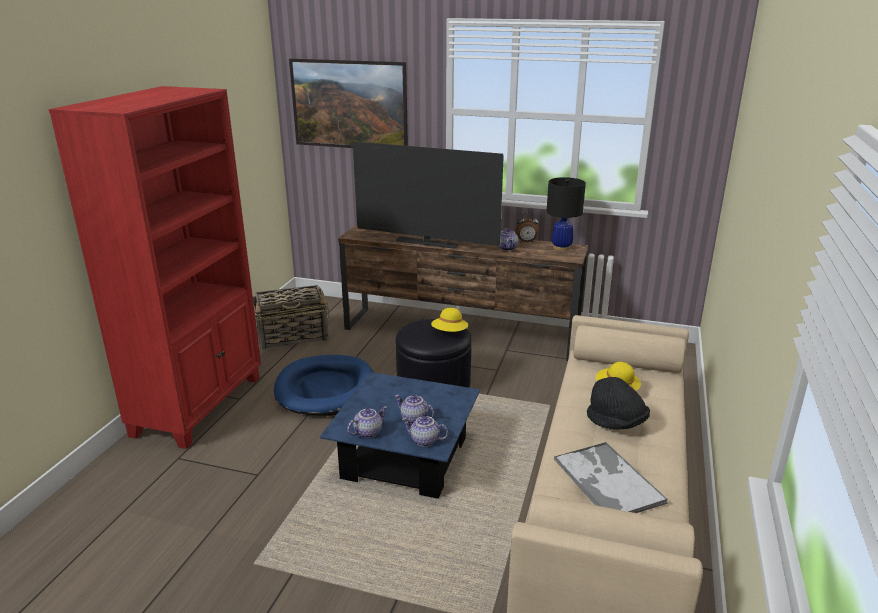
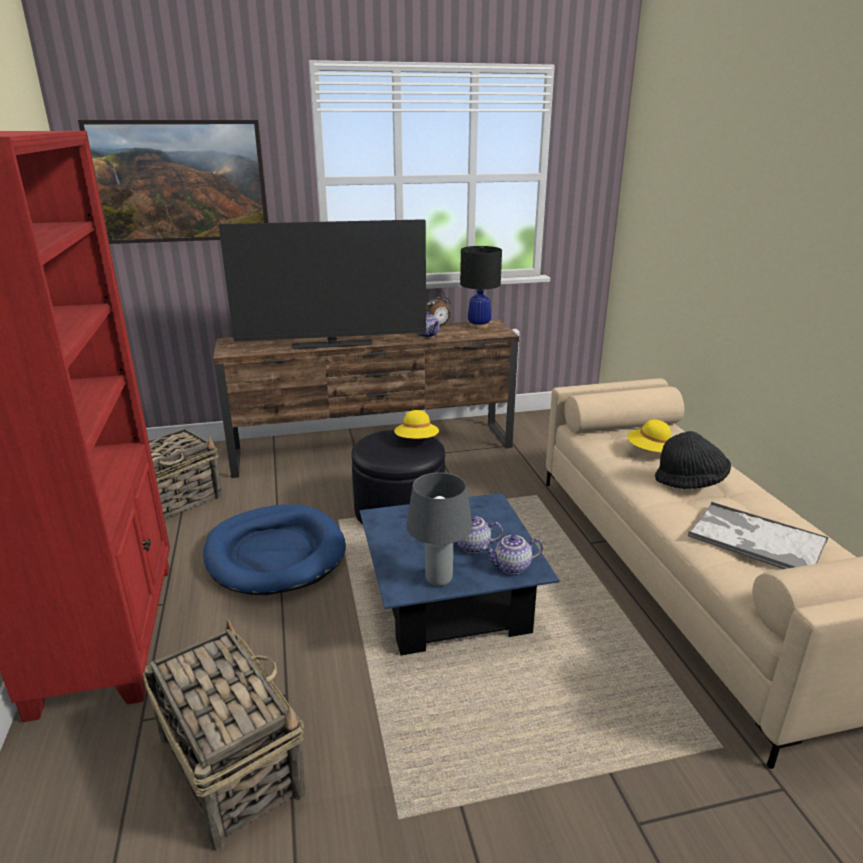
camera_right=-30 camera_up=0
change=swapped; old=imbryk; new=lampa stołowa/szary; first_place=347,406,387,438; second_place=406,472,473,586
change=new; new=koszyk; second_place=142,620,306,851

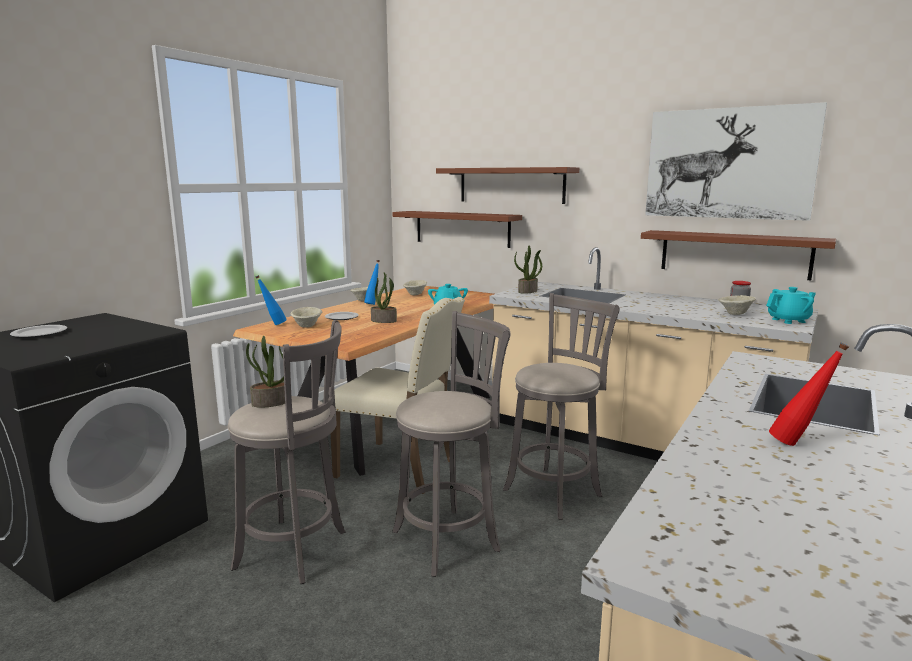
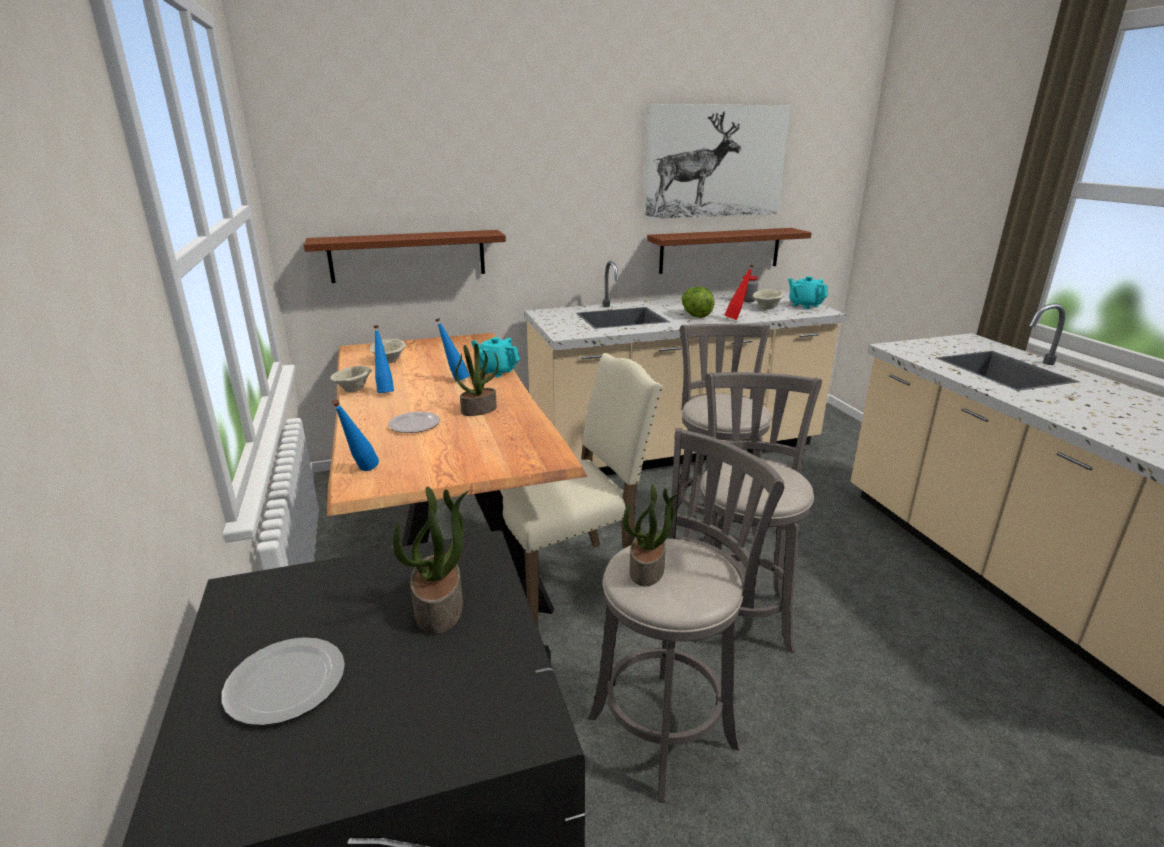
camera_right=-50 camera_up=10
change=gone; old=miska/beżowy; first_place=291,307,322,328
change=gone; old=półka/brązowy; first_place=436,167,579,204
change=shifted; old=roślina doniczkowa; first_place=514,246,542,294; second_place=393,486,469,634
change=rotated; old=imbryk/turkusowy; first_place=766,287,816,324; second_place=788,276,828,309; degrees=-60
change=shifted; old=butelka/czerwony; first_place=769,343,849,446; second_place=724,265,754,320
change=new; new=butelka/niebieski; second_place=436,318,470,382
change=new; new=sałata; second_place=682,286,715,318

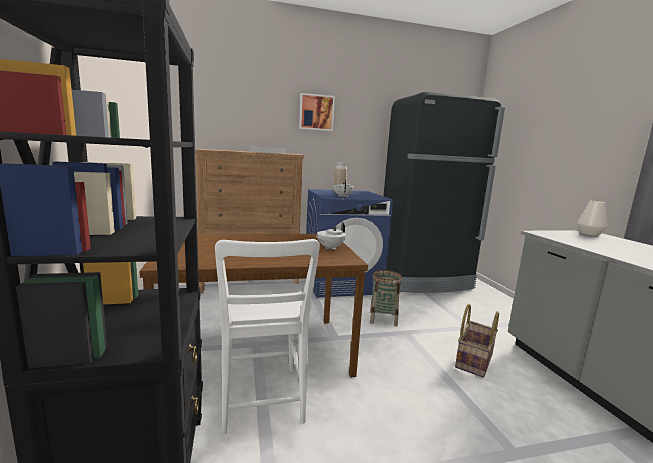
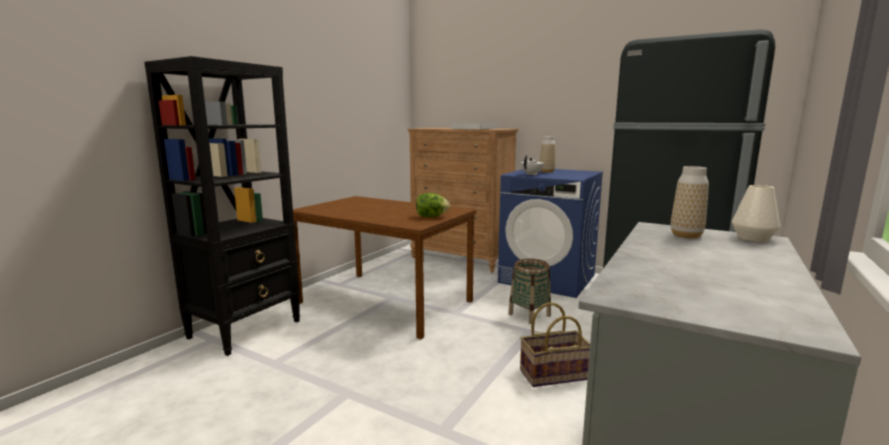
camera_right=45 camera_up=0
change=gone; old=krzesło/biały; first_place=215,239,320,435
change=gone; old=obraz; first_place=299,93,335,131
change=swapped; old=imbryk/biały; new=sałata; first_place=316,222,346,250; second_place=416,193,450,217
change=new; new=wazon; second_place=671,166,709,239

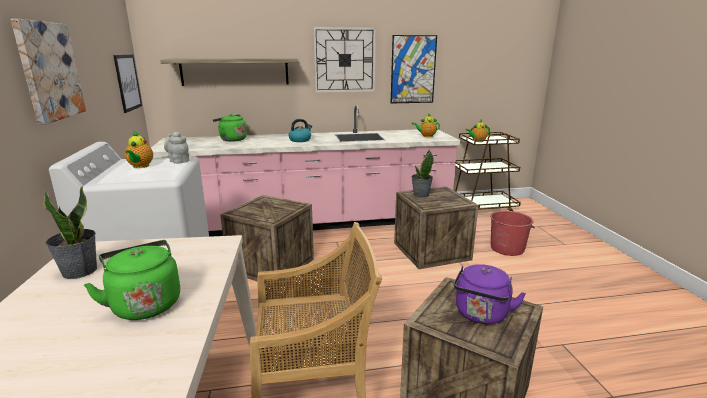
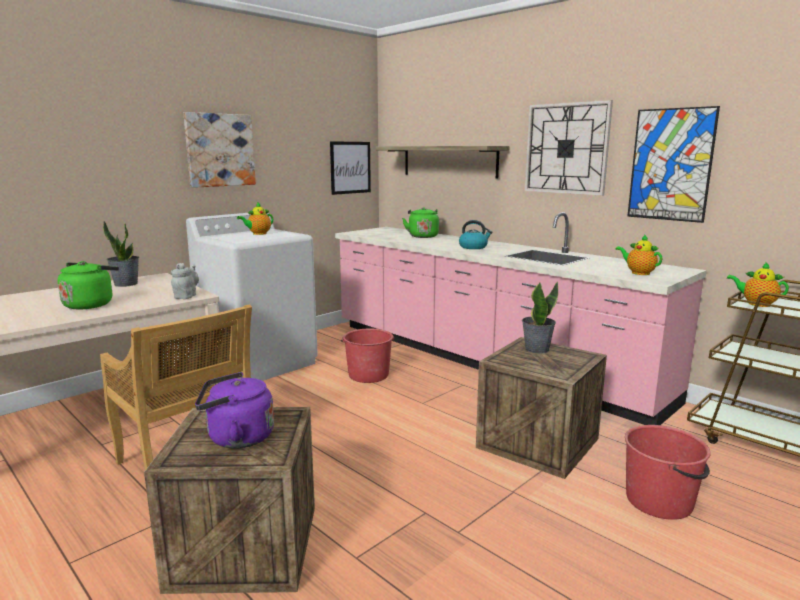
camera_right=55 camera_up=-5
change=shifted; old=imbryk/szary; first_place=164,132,190,164; second_place=171,263,199,299
change=swapped; old=skrzynka; new=wiadro/czerwony; first_place=220,195,314,284; second_place=341,329,395,383

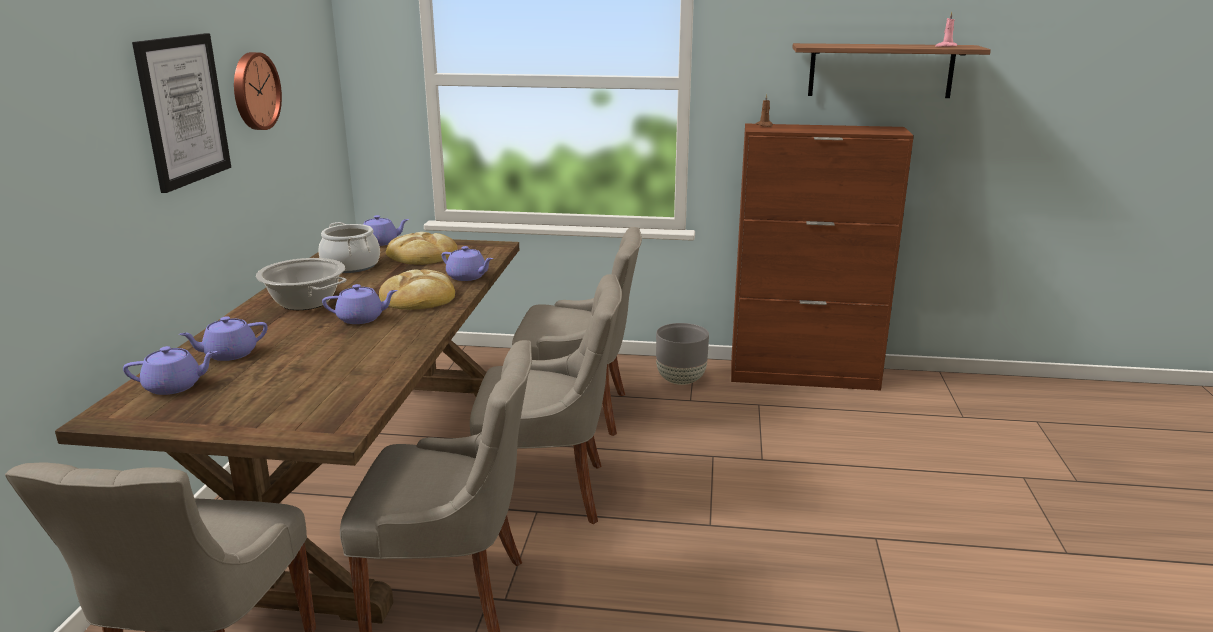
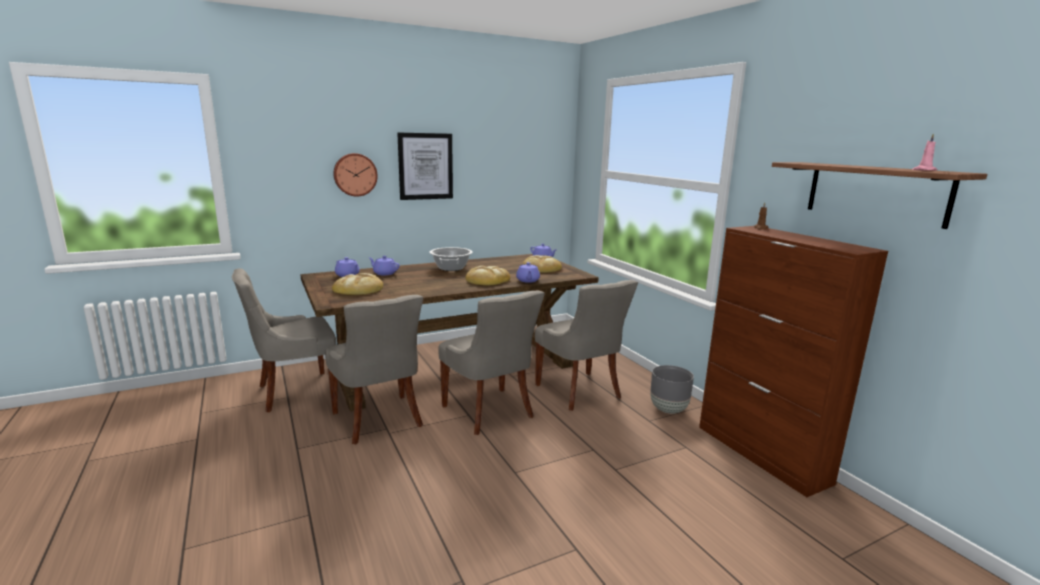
camera_right=55 camera_up=-5
change=shifted; old=zegar ścienny; first_place=234,52,282,130; second_place=333,153,378,197
change=gone; old=garnek; first_place=318,222,380,273
change=gone; old=imbryk/fioletowy; first_place=322,284,398,324
change=new; new=chleb; second_place=332,273,383,295

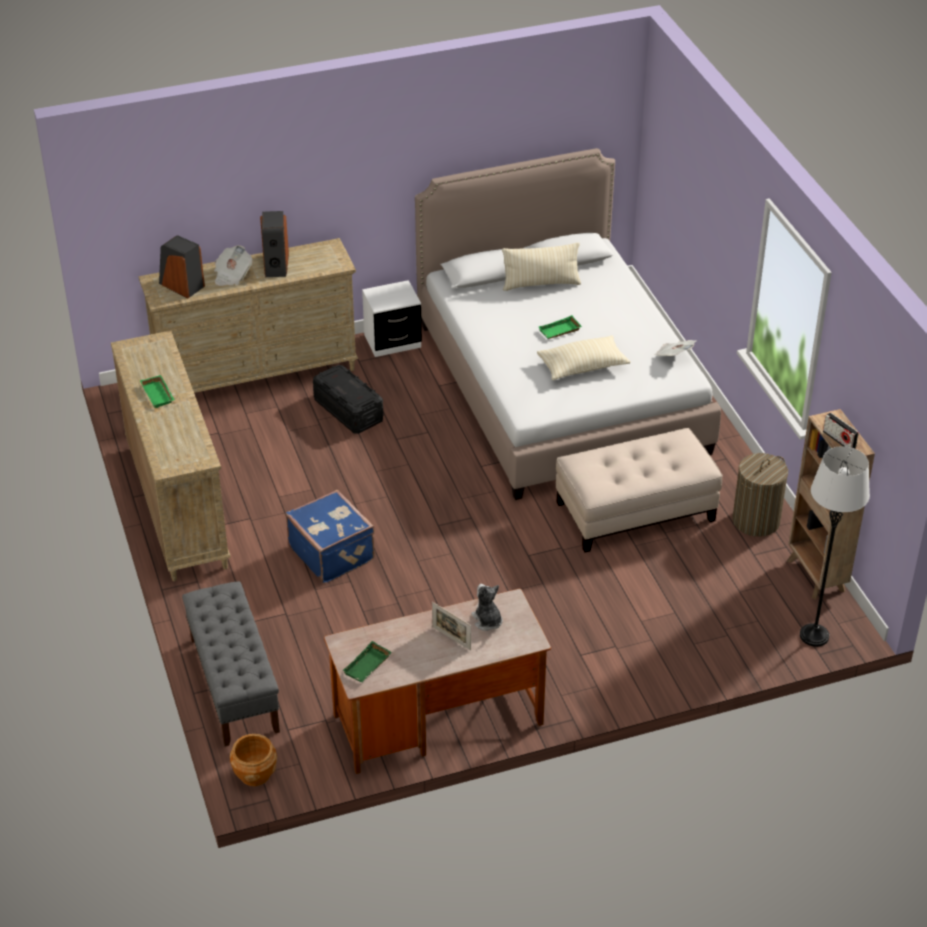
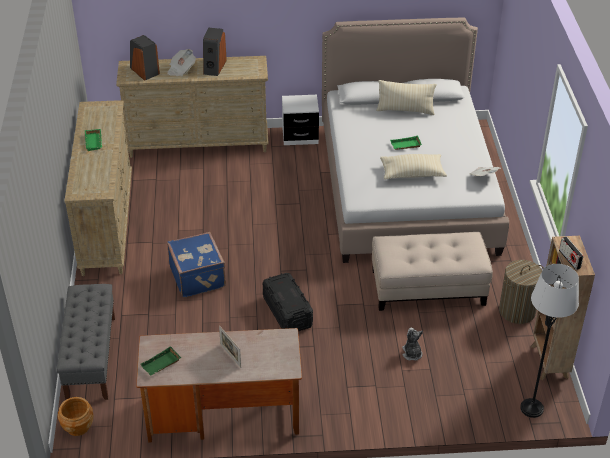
camera_right=15 camera_up=0
change=shifted; old=pojemnik do przechowywania/czarny; first_place=313,365,383,434; second_place=262,273,313,331
change=shifted; old=pluszak; first_place=471,584,503,631; second_place=402,328,423,361

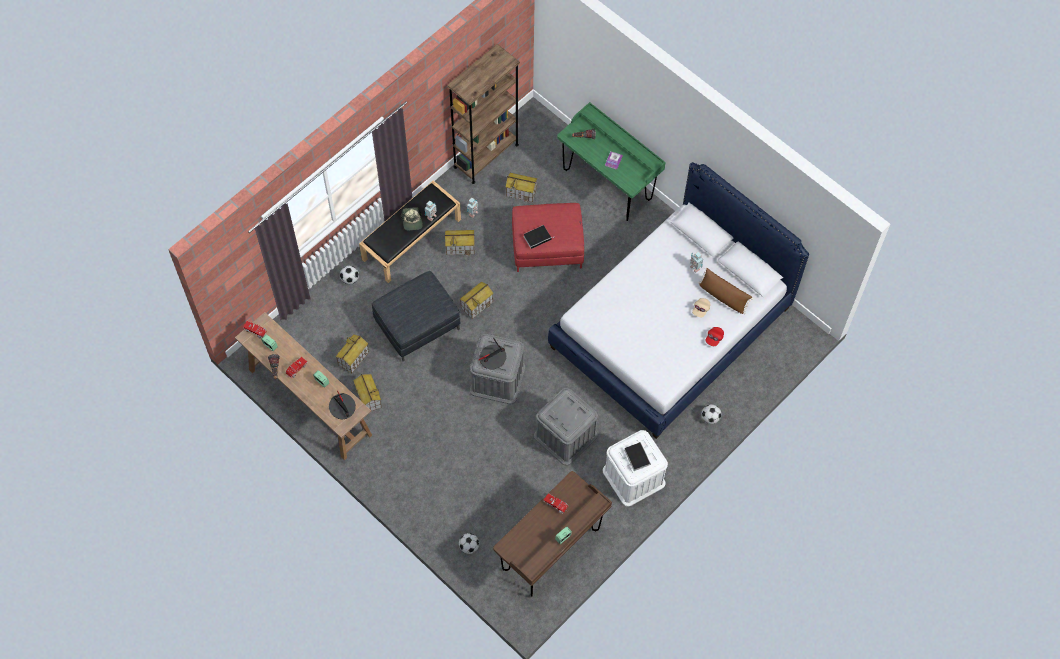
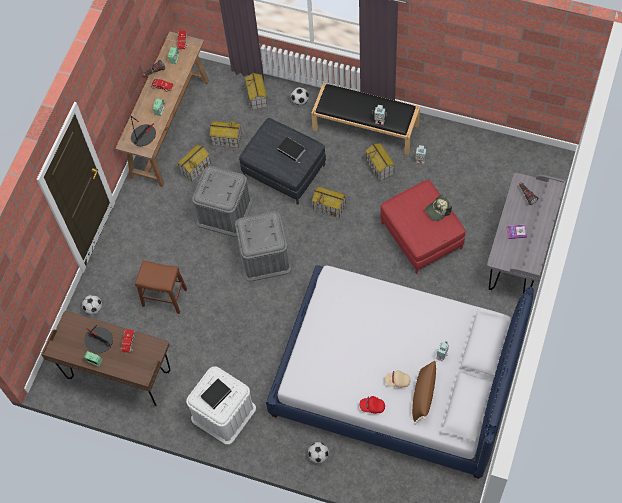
camera_right=70 camera_up=0
change=shifted; old=czapka z daszkiem; first_place=400,207,423,231; second_place=425,195,452,221
change=gone; old=regał/brązowy; first_place=447,44,520,184
change=shifted; old=lampa stołowa; first_place=479,337,506,369; second_place=85,325,113,353
change=shifted; old=domek; first_place=506,173,538,202; second_place=245,72,268,110
change=shifted; old=książka; first_place=524,225,555,249; second_place=277,137,305,162
change=shifted; old=pojemnik do przechowywania/szary; first_place=534,388,598,465; second_place=192,166,253,237
change=repainted; old=biurko/zielony; new=biurko/szary; first_place=557,102,666,221; second_place=487,173,566,293
change=new; new=stołek/brązowy; second_place=135,260,187,314

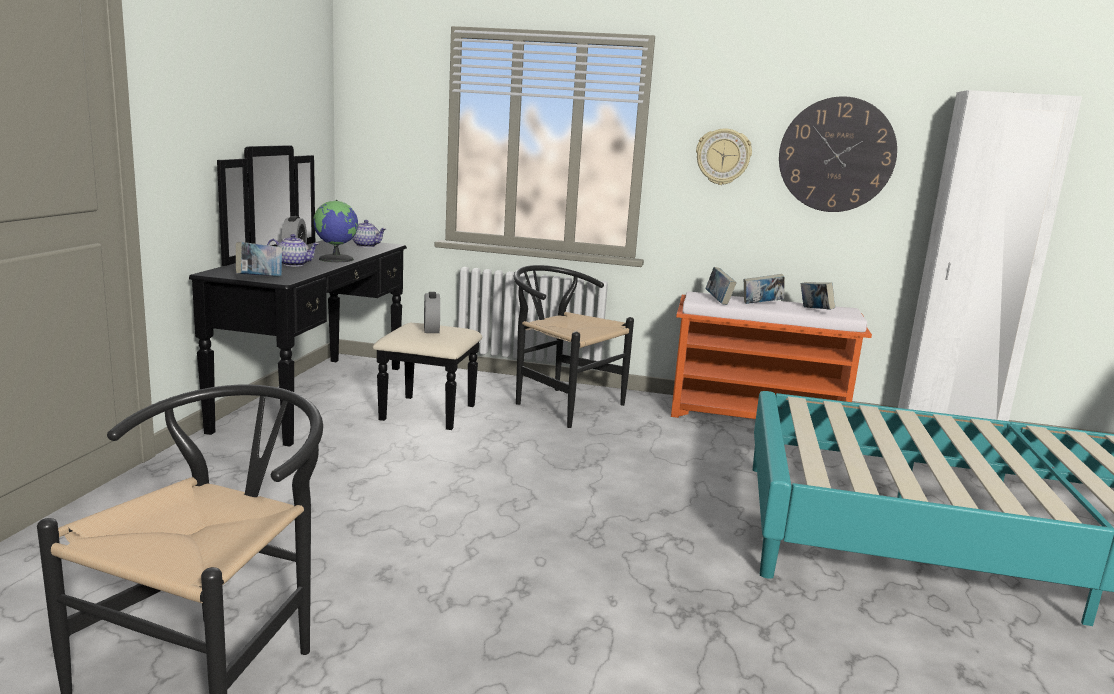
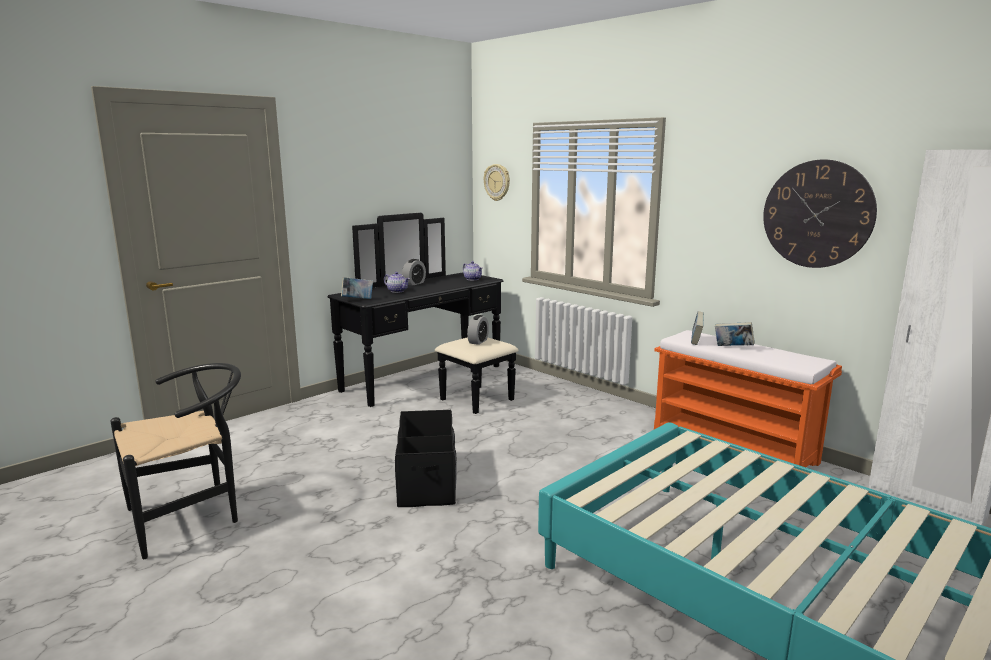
camera_right=35 camera_up=0
change=gone; old=globus; first_place=313,200,358,262
change=gone; old=krzesło/czarny; first_place=514,265,634,428
change=shifted; old=zegar ścienny; first_place=696,129,752,185; second_place=484,164,510,201
change=gone; old=książka; first_place=801,282,835,310
change=new; new=pojemnik do przechowywania/czarny; second_place=395,410,456,507

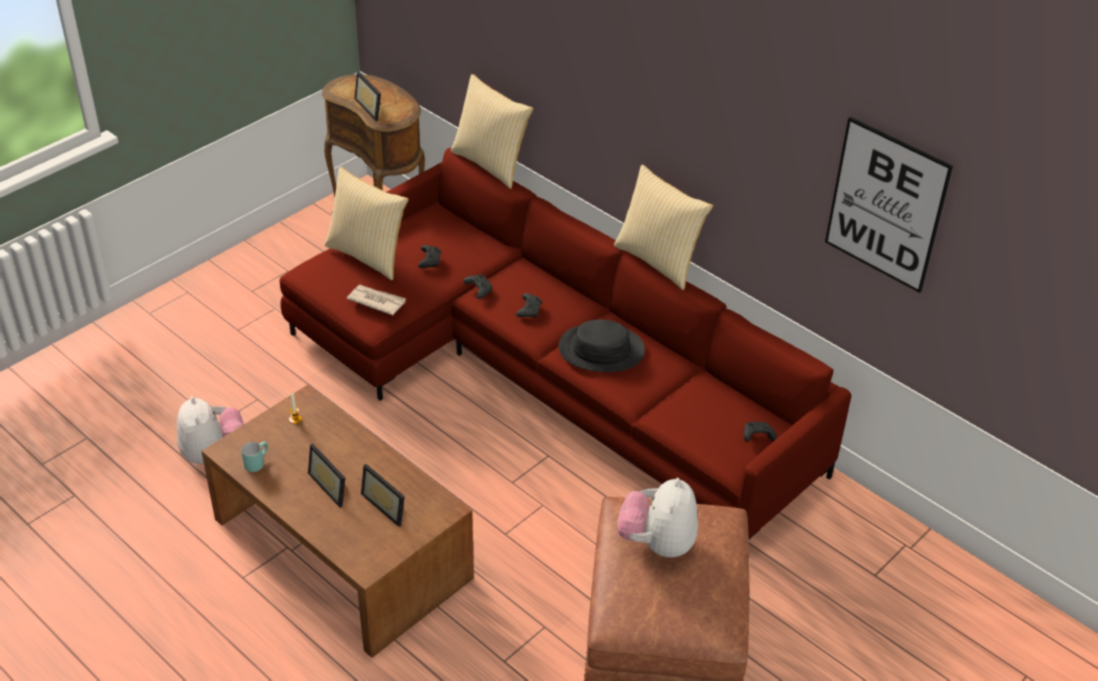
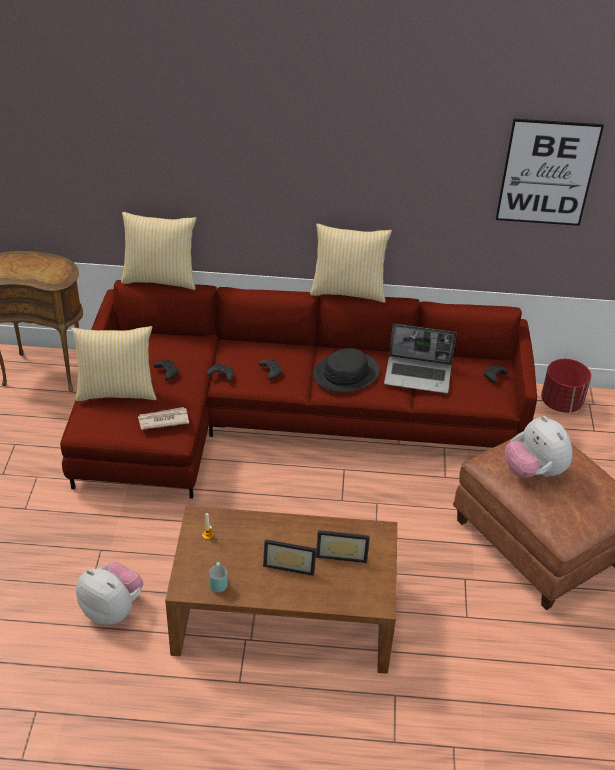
camera_right=-40 camera_up=0
change=gone; old=ramka na zdjęcie; first_place=354,71,382,121
change=new; new=laptop; second_place=384,324,457,394
change=new; new=donica/czerwony; second_place=541,359,591,413

